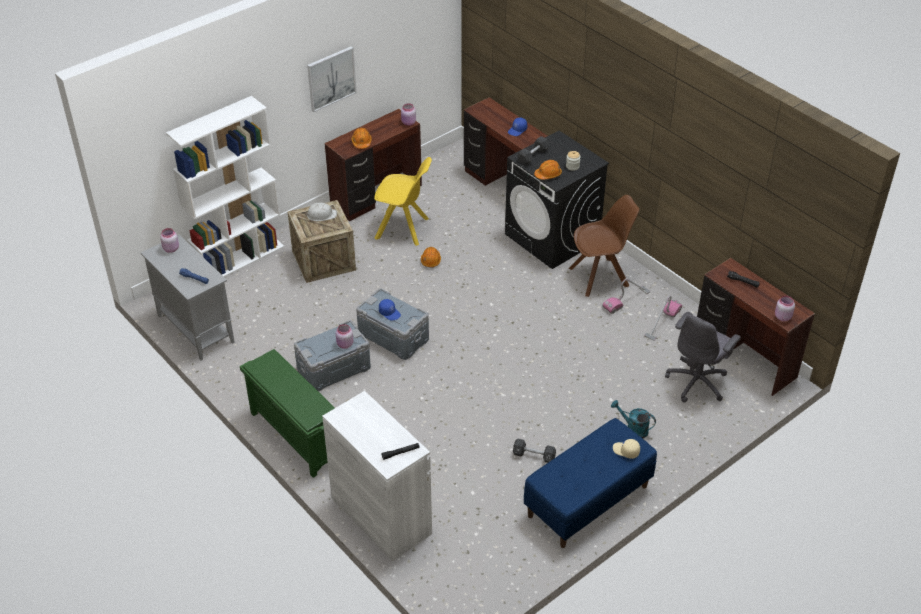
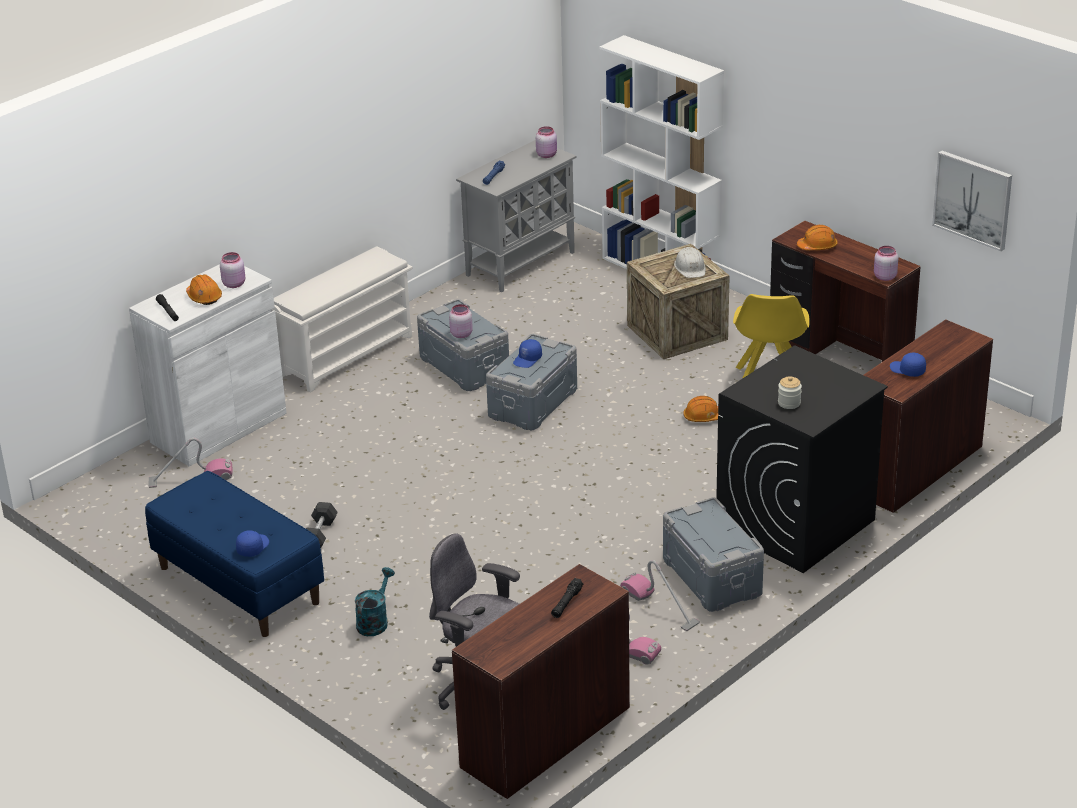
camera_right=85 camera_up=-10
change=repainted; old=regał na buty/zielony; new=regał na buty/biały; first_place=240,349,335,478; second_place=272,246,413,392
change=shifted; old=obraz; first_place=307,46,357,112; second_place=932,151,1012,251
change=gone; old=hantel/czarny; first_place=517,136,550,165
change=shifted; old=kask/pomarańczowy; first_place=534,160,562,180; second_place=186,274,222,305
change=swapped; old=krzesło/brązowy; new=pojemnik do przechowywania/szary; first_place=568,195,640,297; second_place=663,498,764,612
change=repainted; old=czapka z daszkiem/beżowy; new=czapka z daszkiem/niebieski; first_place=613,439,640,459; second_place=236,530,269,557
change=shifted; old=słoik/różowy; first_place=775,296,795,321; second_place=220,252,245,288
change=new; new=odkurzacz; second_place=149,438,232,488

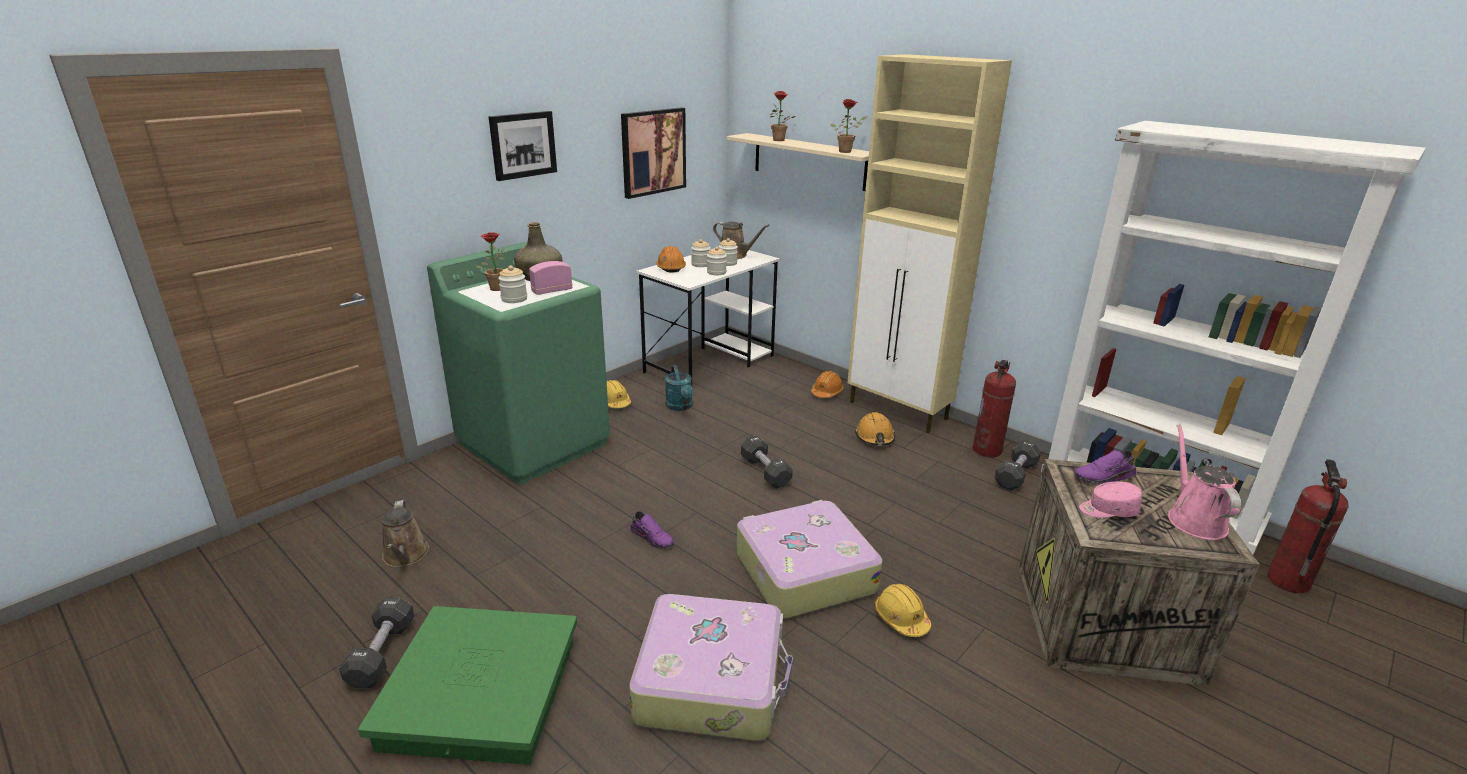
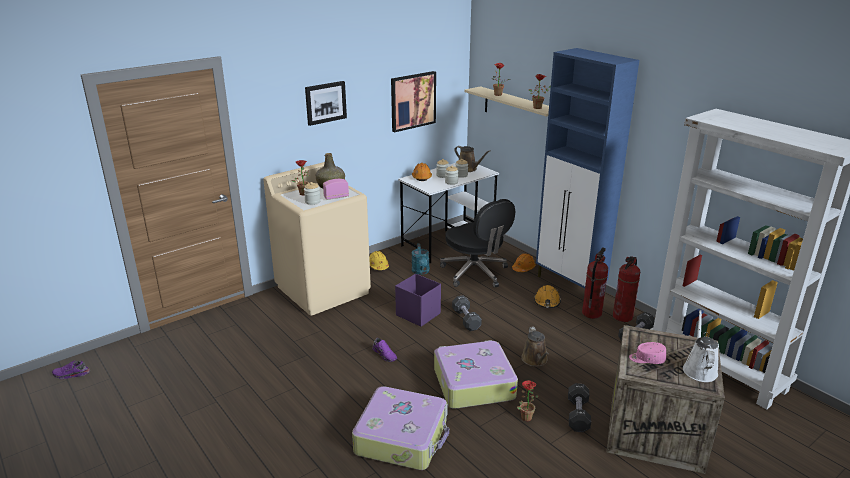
camera_right=10 camera_up=0
change=shifted; old=hantel/czarny; first_place=339,597,414,688; second_place=568,383,591,432
change=gone; old=pojemnik do przechowywania/zielony; first_place=358,606,577,765
change=shifted; old=konewka/brązowy; first_place=382,500,429,567; second_place=521,327,549,367
change=repainted; old=pralka/zielony; new=pralka/beżowy; first_place=427,242,610,484; second_place=263,162,371,316
change=repainted; old=szafka/beżowy; new=szafka/niebieski; first_place=847,54,1012,433; second_place=536,48,639,289
change=swapped; old=kask/żółty; new=roślina doniczkowa; first_place=875,584,931,637; second_place=517,380,538,421
change=shifted; old=but/fioletowy; first_place=1075,450,1137,485; second_place=52,361,90,379
change=repainted; old=konewka/różowy; new=konewka/biały; first_place=1168,424,1241,540; second_place=683,310,719,382
change=shifted; old=gaśnica; first_place=1267,459,1349,593; second_place=582,247,608,319
change=new; new=pojemnik do przechowywania/fioletowy; second_place=395,274,441,327
change=new; new=krzesło biurowe/czarny; second_place=440,199,515,288

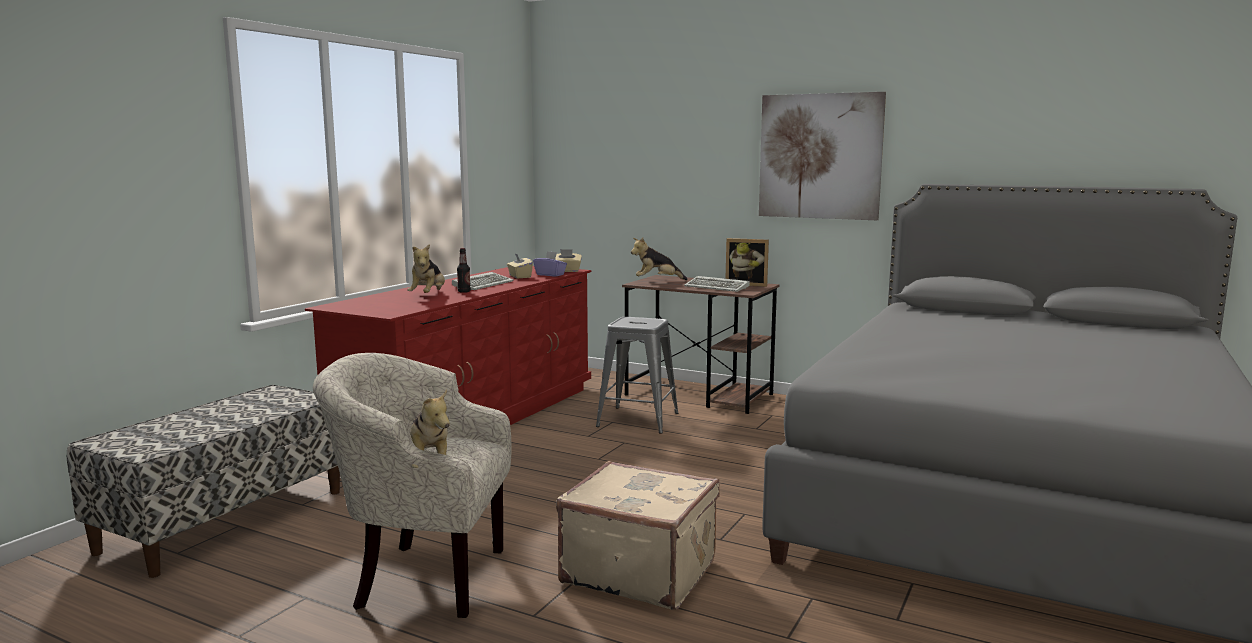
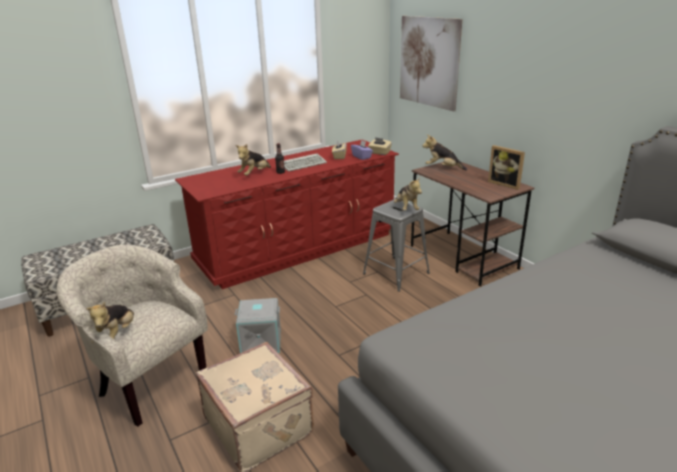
camera_right=30 camera_up=15
change=gone; old=klawiatura; first_place=684,276,750,292
change=shifted; old=obraz; first_place=759,92,886,220; second_place=400,16,462,112
change=new; new=pojemnik do przechowywania/szary; second_place=235,298,281,353
change=new; new=pluszak; second_place=394,177,422,211

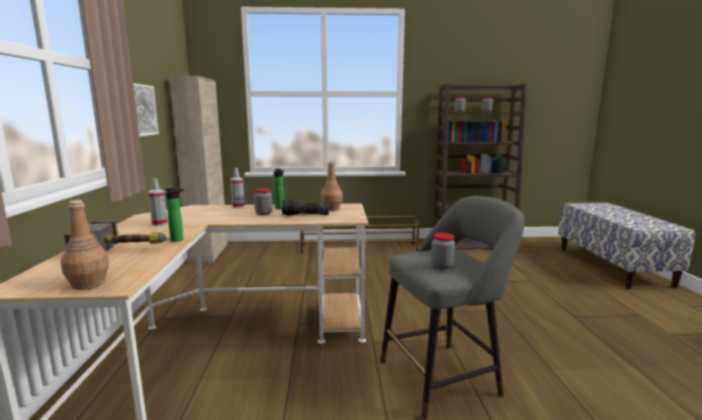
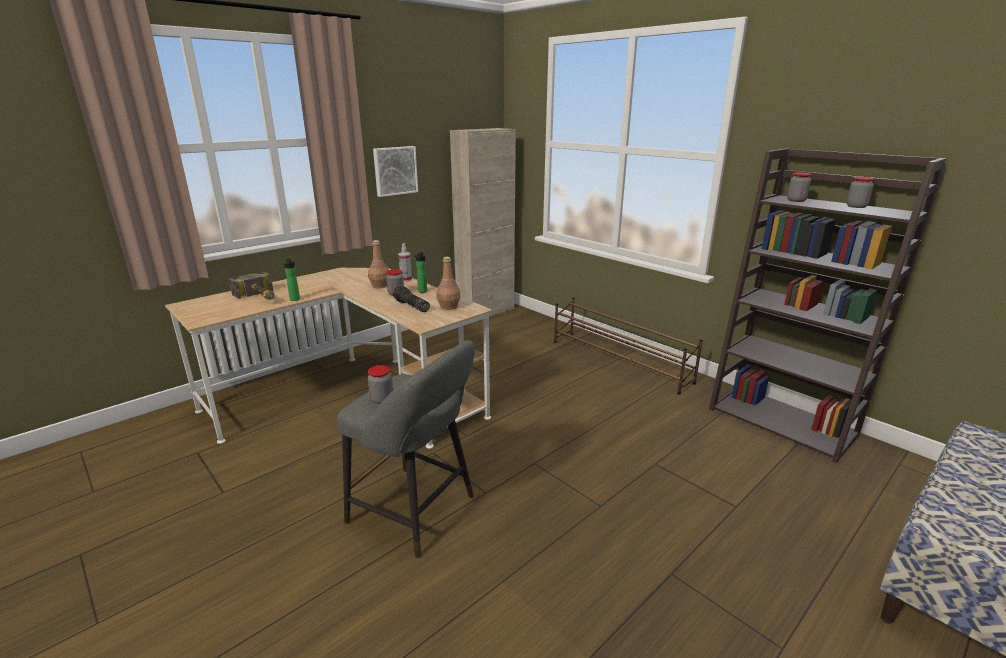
camera_right=50 camera_up=10
change=shifted; old=butelka/brązowy; first_place=61,200,109,290; second_place=368,240,389,288
change=gone; old=spryskiwacz; first_place=148,178,168,226

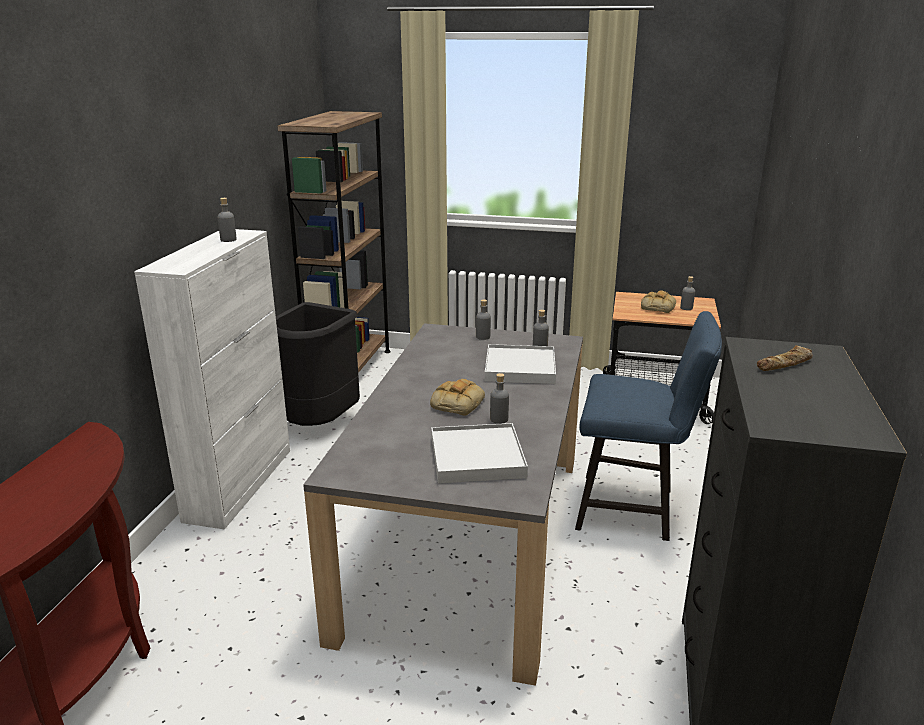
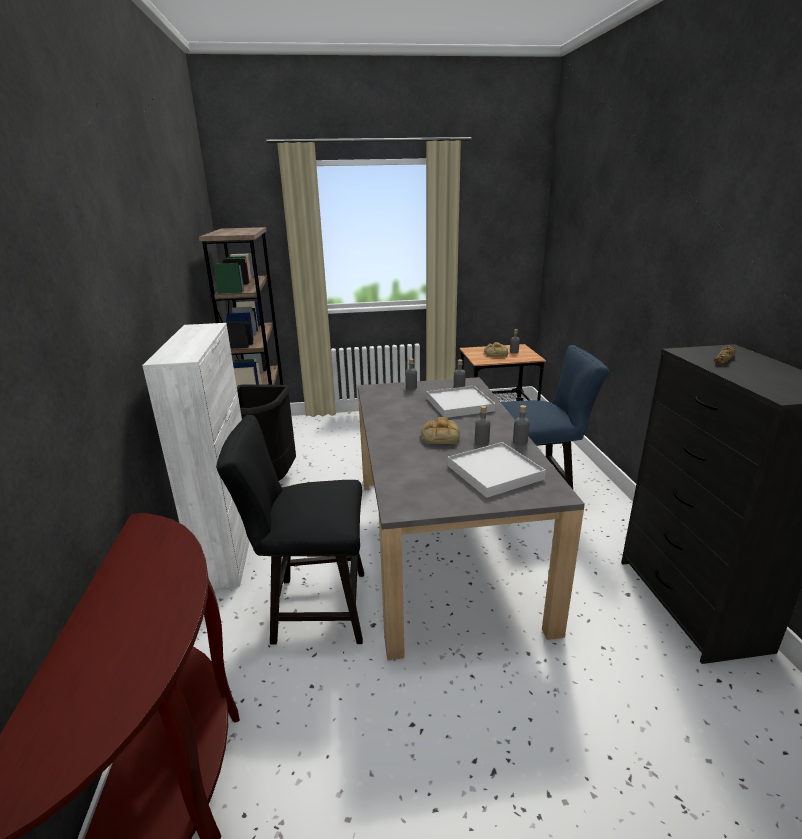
camera_right=-20 camera_up=0
change=shifted; old=butelka/szary; first_place=218,198,237,242; second_place=513,405,529,445
change=new; new=krzesło/czarny; second_place=216,415,364,645

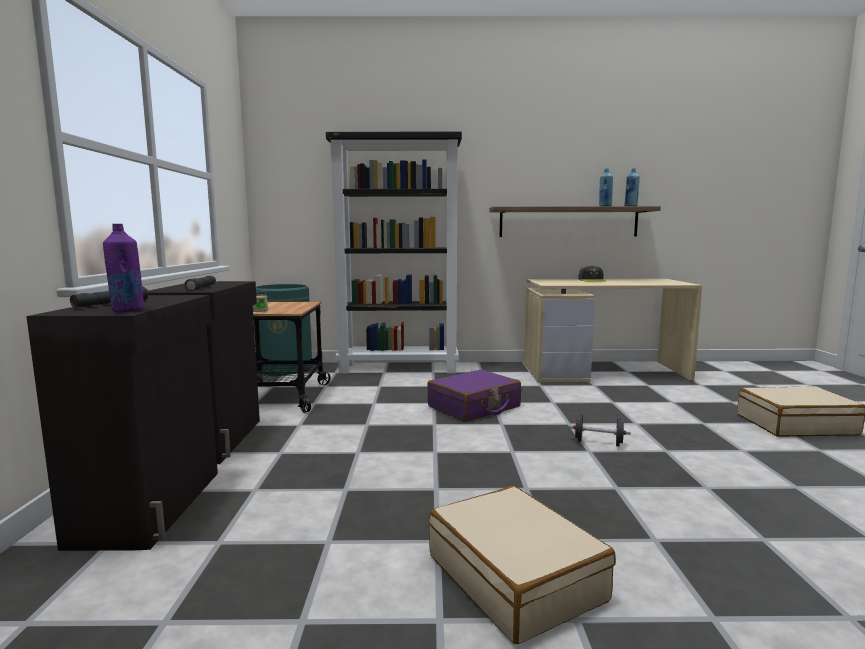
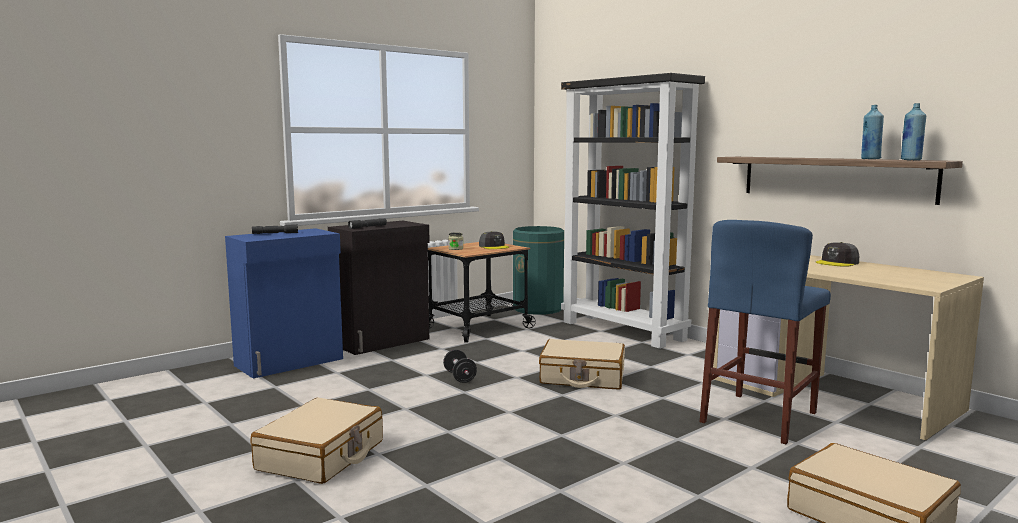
camera_right=50 camera_up=0
change=repainted; old=szafka/czarny; new=szafka/niebieski; first_place=26,295,218,551; second_place=225,228,343,378
change=gone; old=butelka/fioletowy; first_place=103,224,144,312
change=repainted; old=walizka/fioletowy; new=walizka/beżowy; first_place=427,370,521,421; second_place=539,339,625,390
change=shifted; old=hantel/czarny; first_place=569,414,631,446; second_place=443,349,477,383
change=new; new=czapka z daszkiem/szary; second_place=479,231,509,249
change=new; new=stołek/niebieski; second_place=700,220,831,444

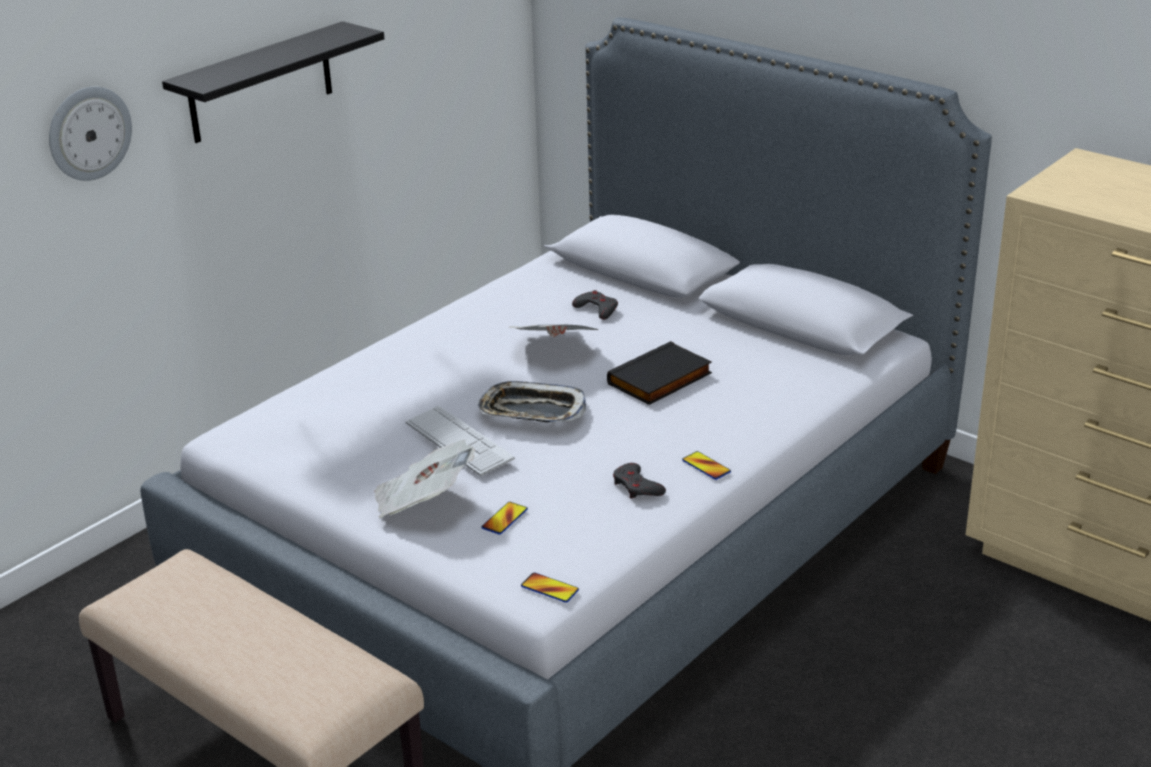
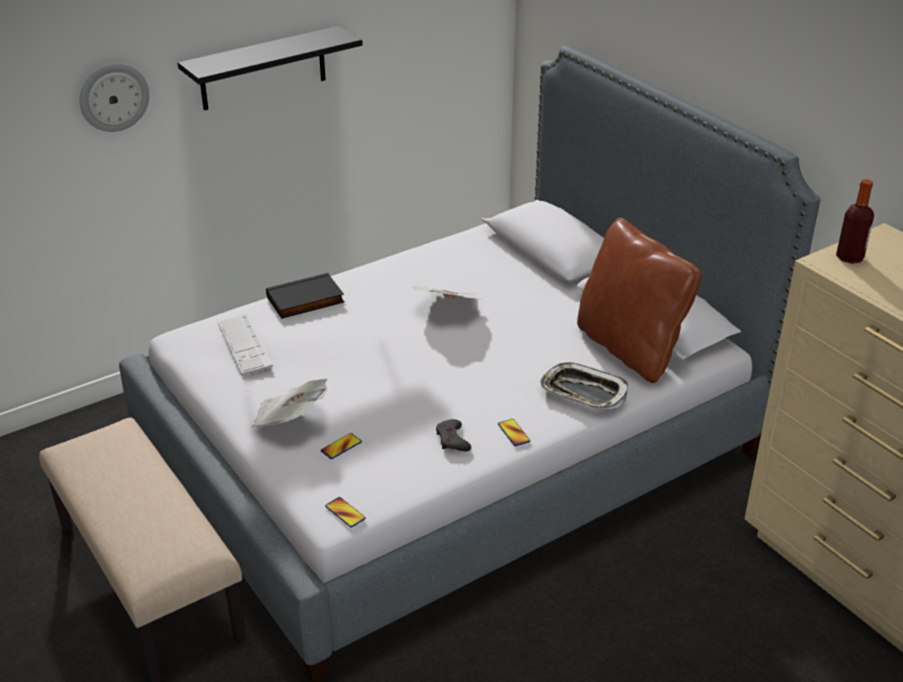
camera_right=15 camera_up=5
change=shifted; old=klawiatura; first_place=406,405,515,476; second_place=218,314,273,375
change=shifted; old=taca; first_place=477,381,586,423; second_place=540,362,628,409
change=gone; old=pad do gier/szary; first_place=572,290,618,320
change=shifted; old=książka/czarny; first_place=607,341,712,405; second_place=266,273,345,319
change=new; new=poduszka/brązowy; second_place=577,218,702,383
change=new; new=butelka; second_place=836,179,874,264

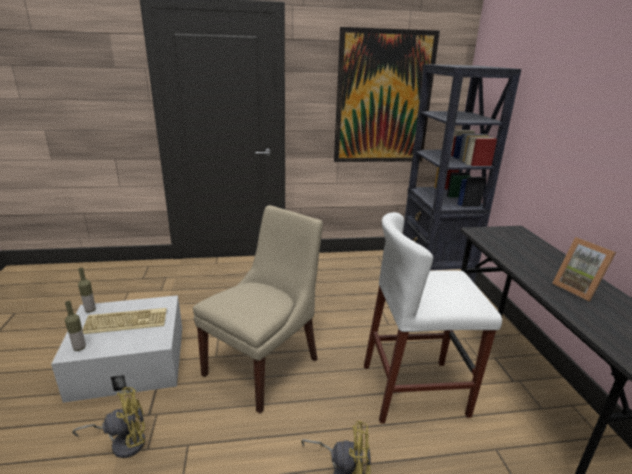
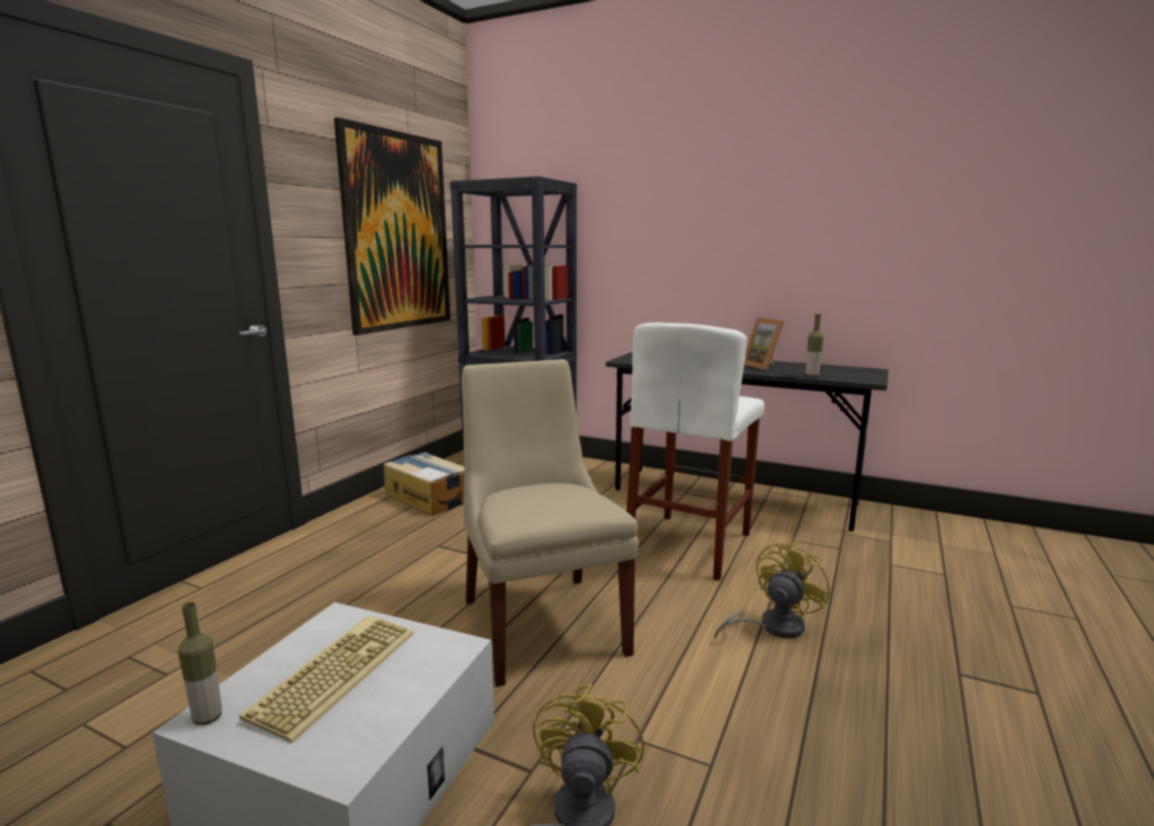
camera_right=-55 camera_up=-10
change=shifted; old=butelka; first_place=65,301,86,351; second_place=806,314,824,377
change=rotated; old=ramka na zdjęcie; first_place=552,237,616,301; second_place=744,317,784,370; degrees=60
change=new; new=karton; second_place=384,452,464,516

